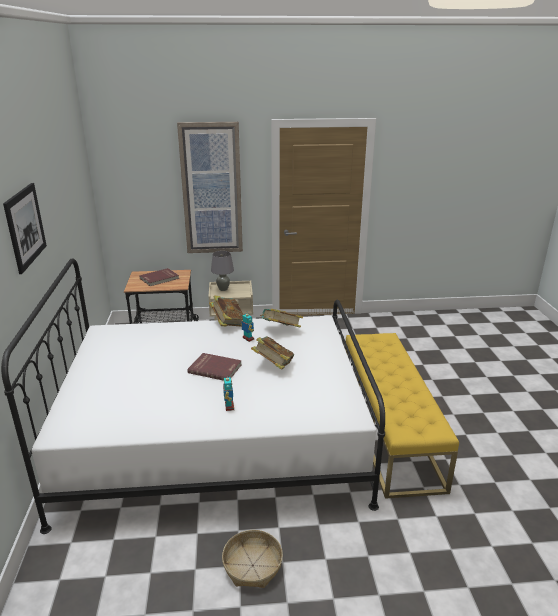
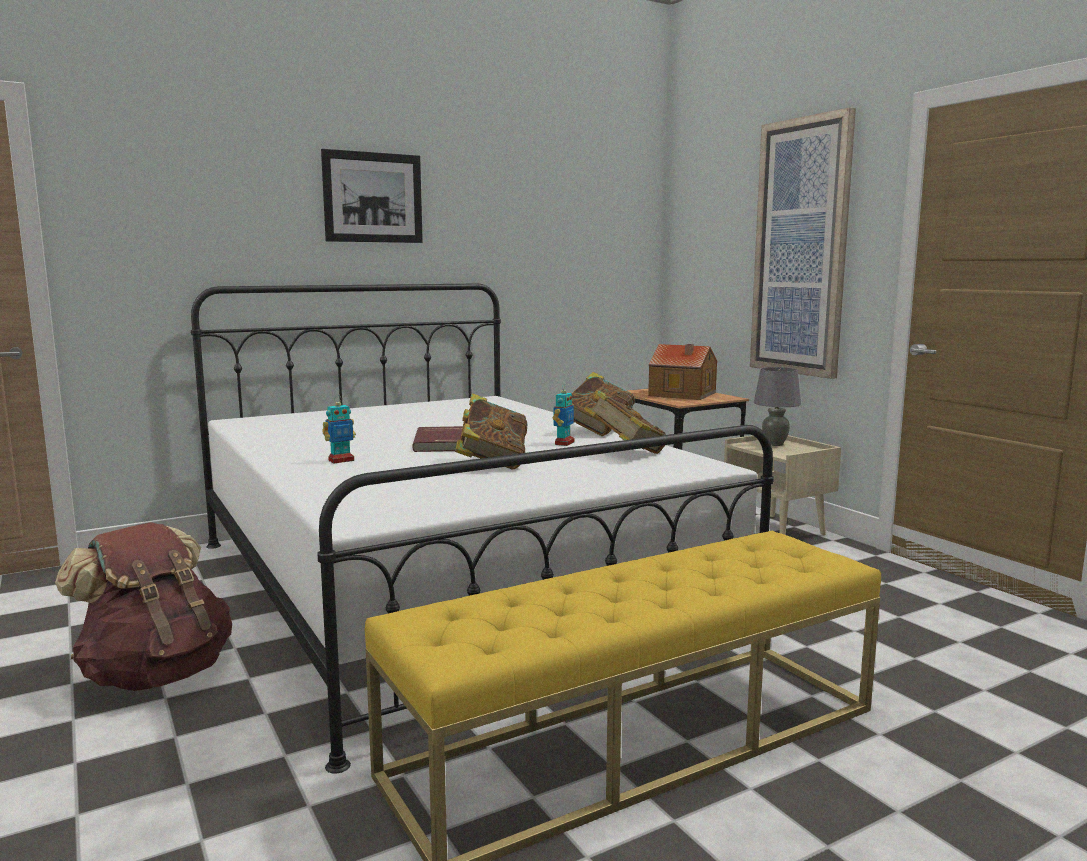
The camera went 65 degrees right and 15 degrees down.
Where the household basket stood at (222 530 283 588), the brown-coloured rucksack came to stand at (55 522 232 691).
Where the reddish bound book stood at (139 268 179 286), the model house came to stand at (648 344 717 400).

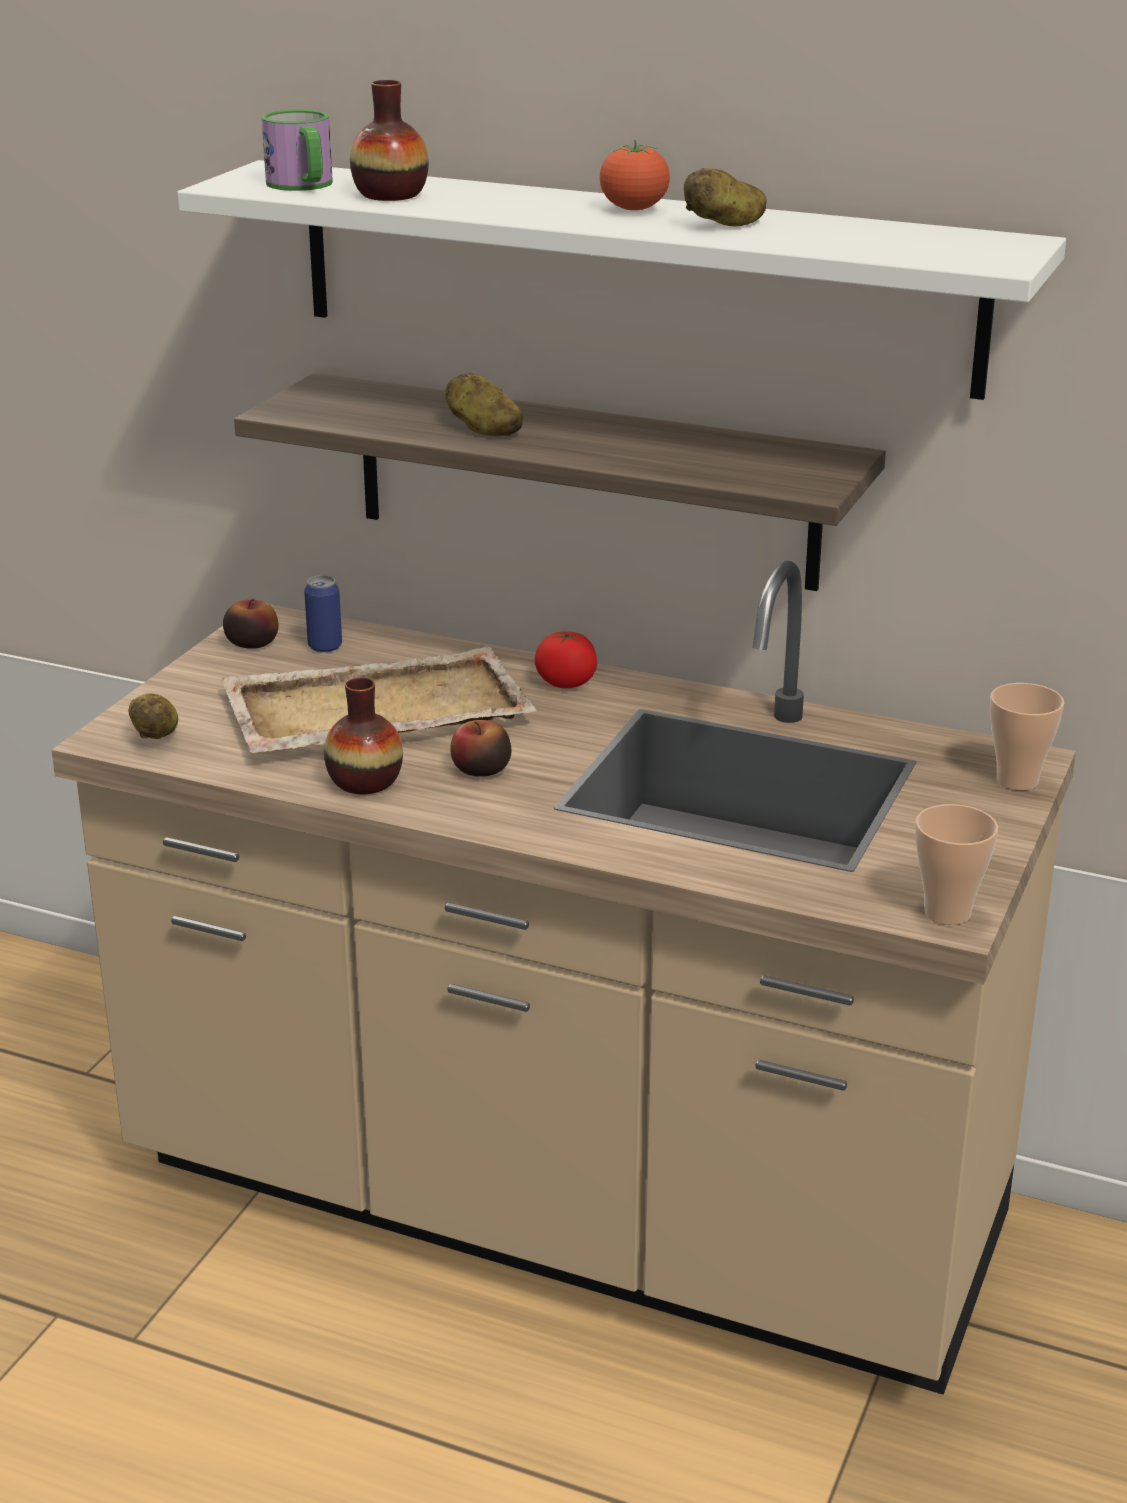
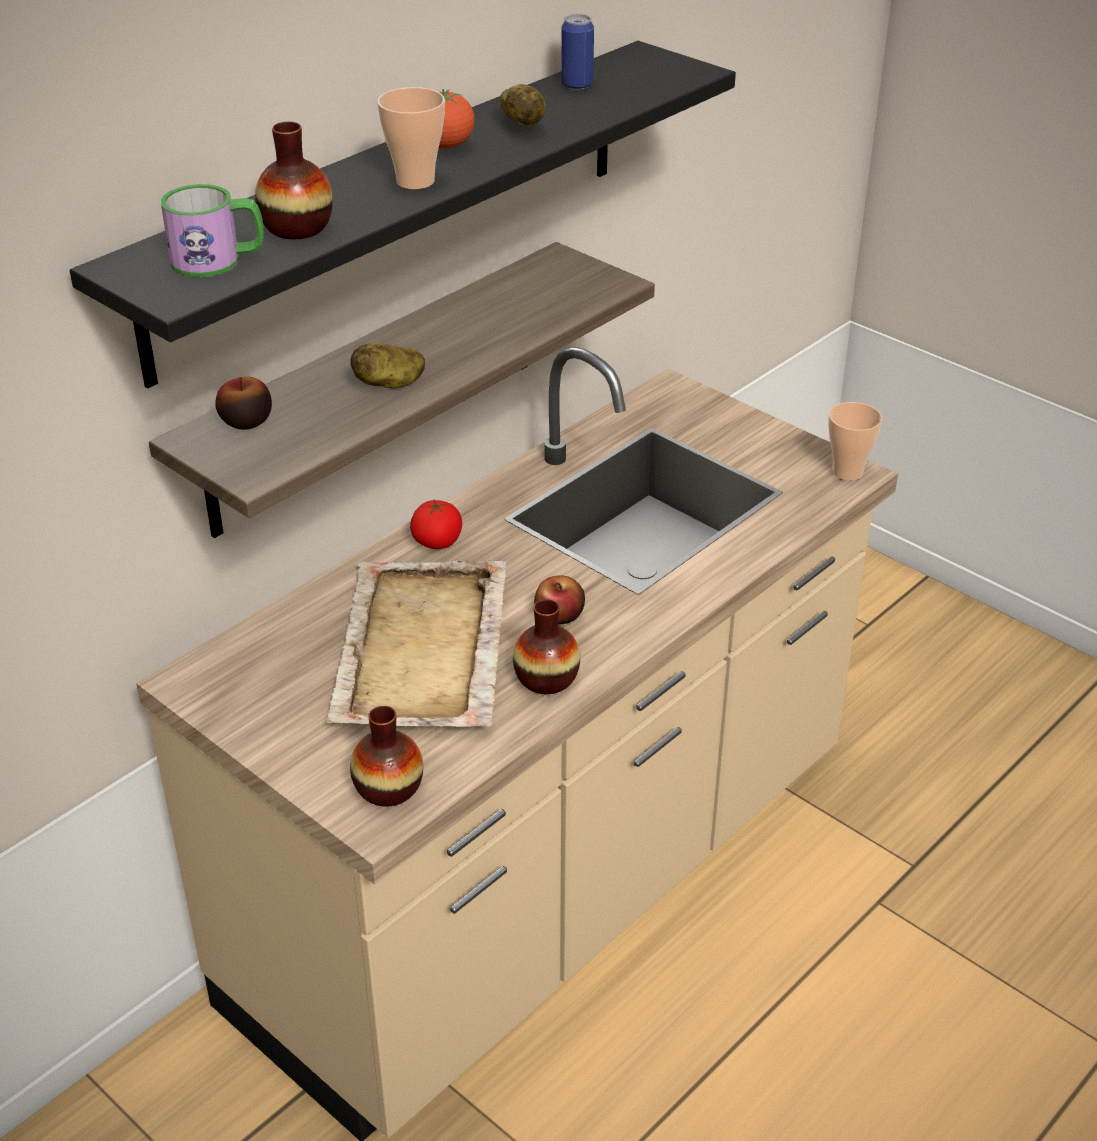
The camera went 70 degrees left and 10 degrees up.
What was the white wall shelf at (177 160 1066 400) turned into the black-coloured wall shelf at (70 41 736 388).
The apple ended up elsewhere, having gone from (223 598 278 649) to (215 376 272 430).
Where the whole potato stood at (129 693 178 739), the decorative vase came to stand at (350 706 423 807).
The cup ended up elsewhere, having gone from (990 683 1064 790) to (377 87 445 190).
The can ended up elsewhere, having gone from (304 575 342 653) to (561 14 594 90).

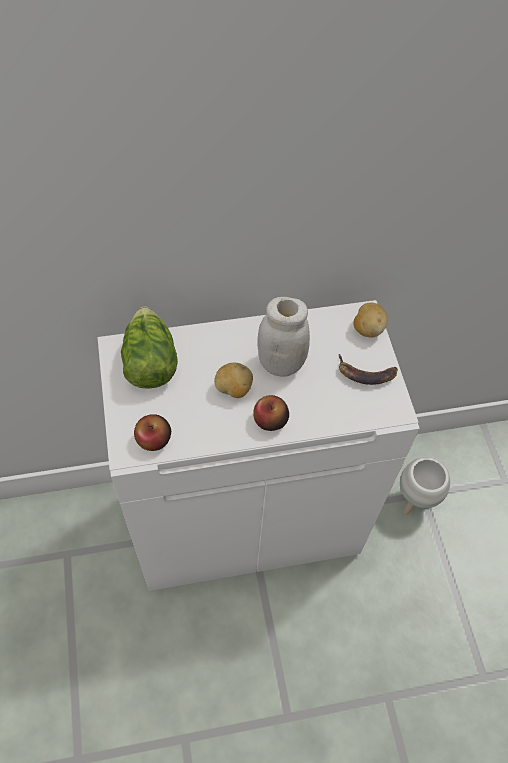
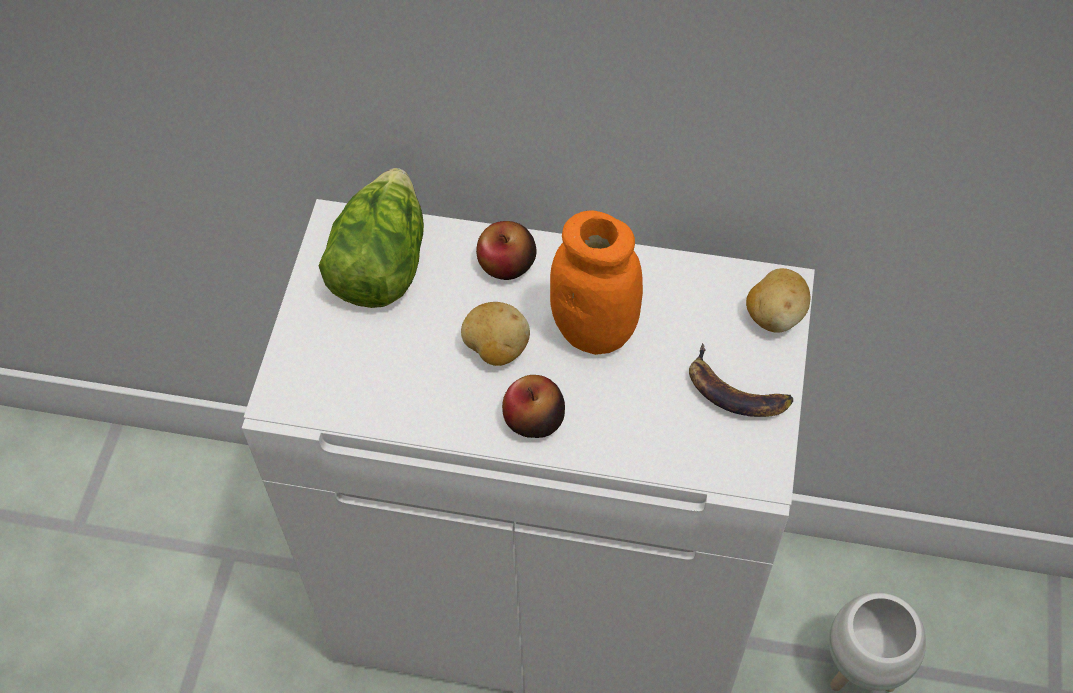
The camera went 25 degrees right and 0 degrees up.
The apple ended up elsewhere, having gone from (134 414 171 451) to (476 221 536 280).
What was the white storage jar at (257 297 310 376) turned into the orange-coloured storage jar at (550 210 643 355).

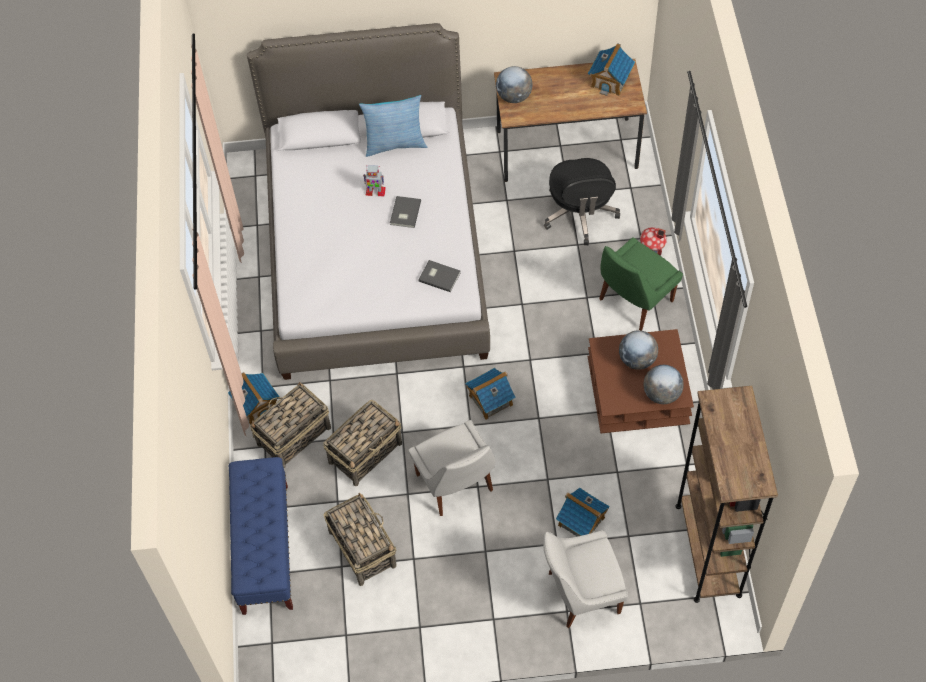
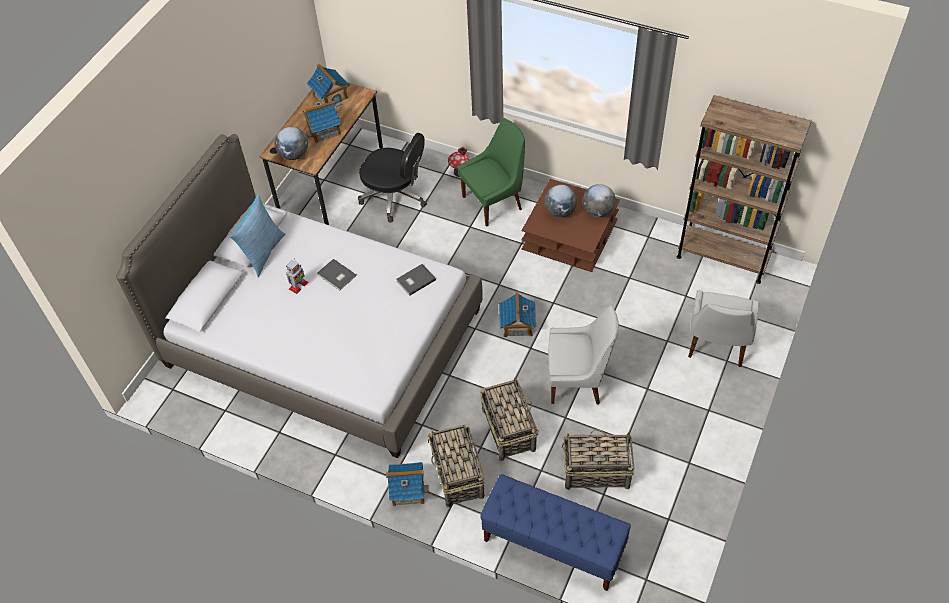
The camera went 60 degrees left and 5 degrees down.
The model house ended up elsewhere, having gone from (556 487 610 537) to (303 101 341 143).
The green chair at (599 237 683 331) ended up facing another way, 105 degrees counterclockwise from before.

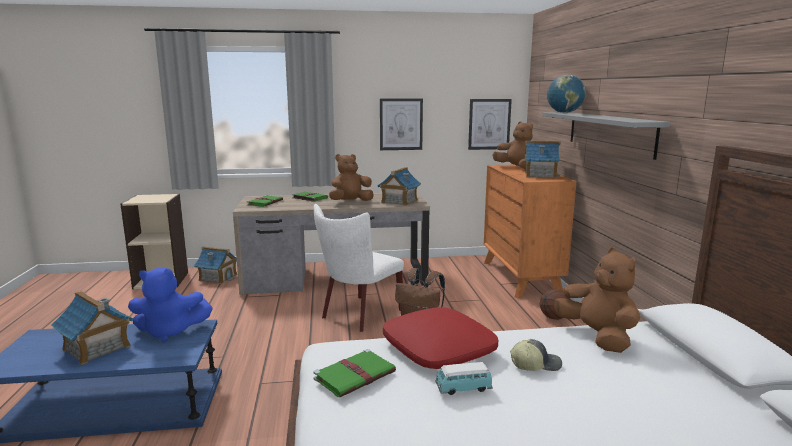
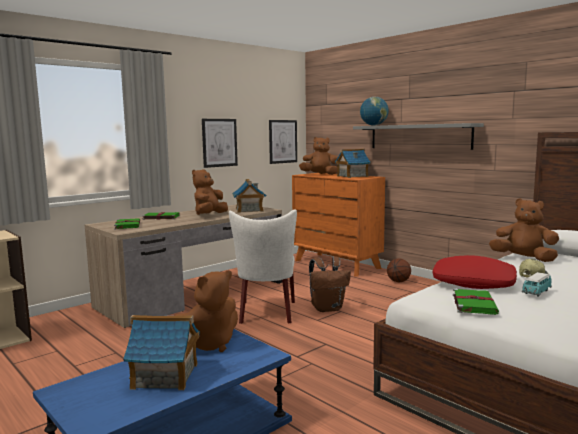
The camera went 35 degrees left and 5 degrees down.
What was the bluish soft toy at (128 267 213 342) turned into the brown-coloured soft toy at (175 270 238 352).
The second view lost the model house at (194 246 237 284).

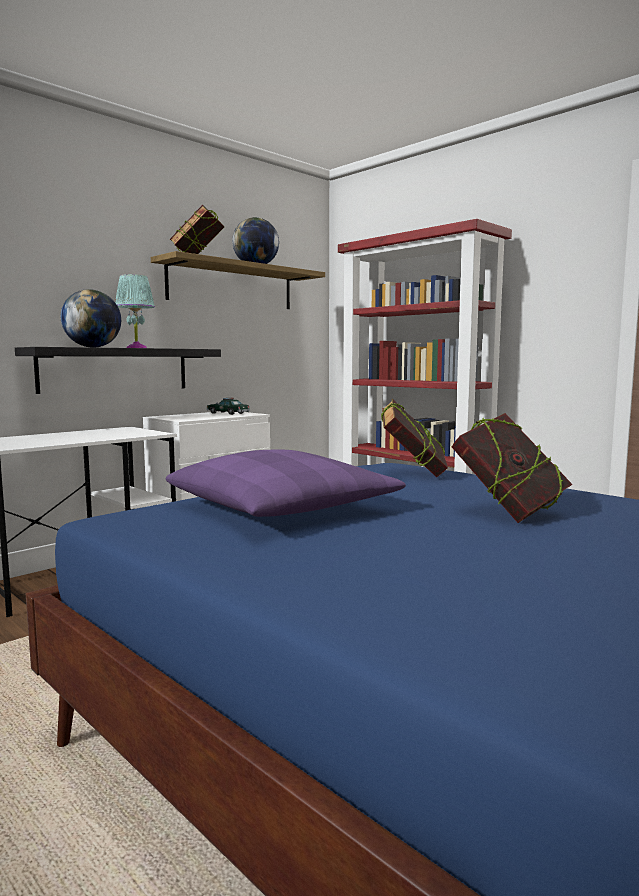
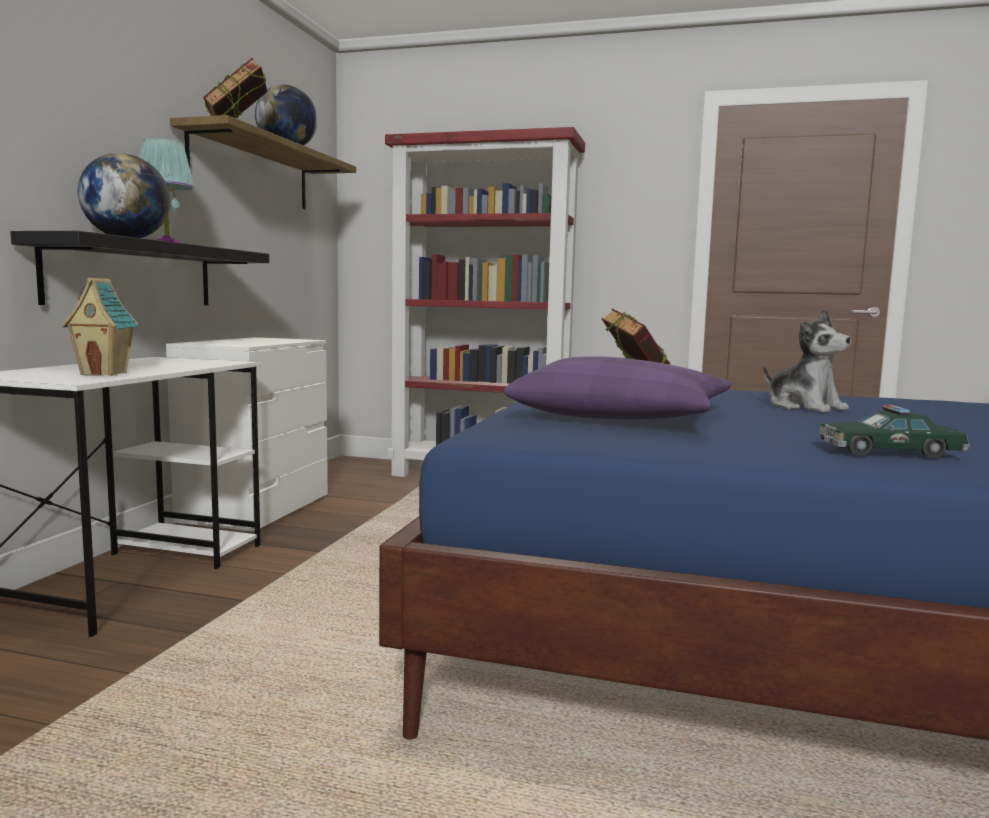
The camera went 30 degrees left and 0 degrees up.
The second view gained the model house at (62 278 139 376).
Where the bound book stood at (452 413 573 523), the soft toy came to stand at (763 309 851 412).
The model car ended up elsewhere, having gone from (206 397 250 415) to (818 404 970 459).

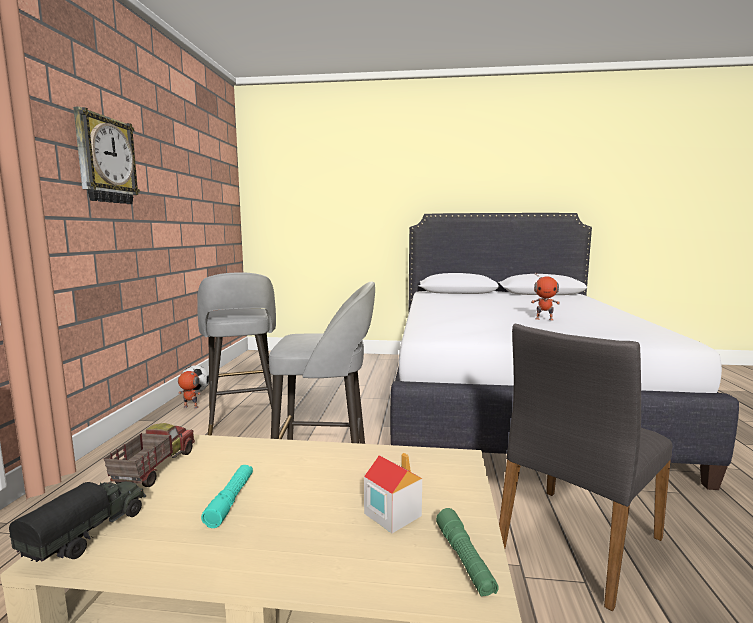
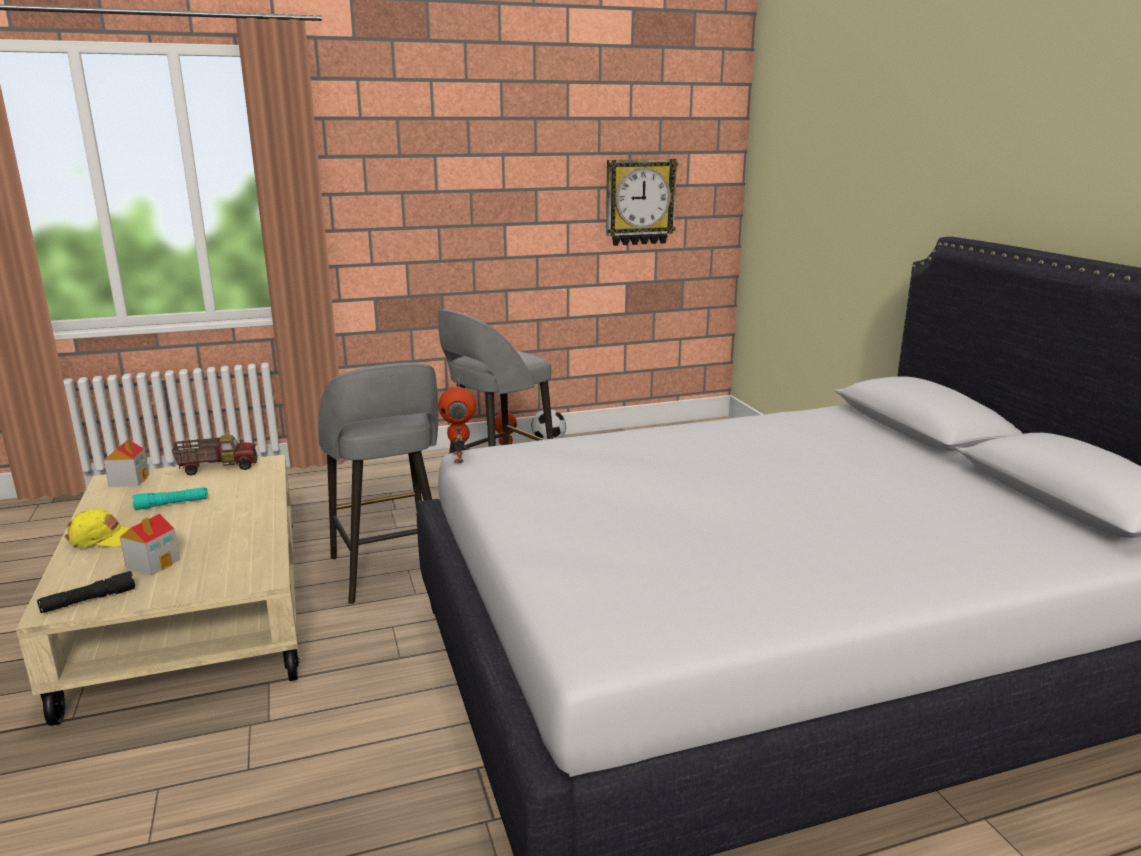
The camera went 65 degrees right and 10 degrees up.
What was the green torch at (436 508 499 597) turned into the black-coloured torch at (37 571 135 613).
The second view gained the yellowish peaked cap at (64 509 131 548).
Where the model truck stood at (9 481 146 562), the model house came to stand at (104 439 149 487).
The robot figure ended up elsewhere, having gone from (531 274 560 320) to (438 377 476 463).
The hanging clock ended up elsewhere, having gone from (73 107 140 204) to (606 159 678 246).
The second view lost the gray chair at (499 324 672 612).

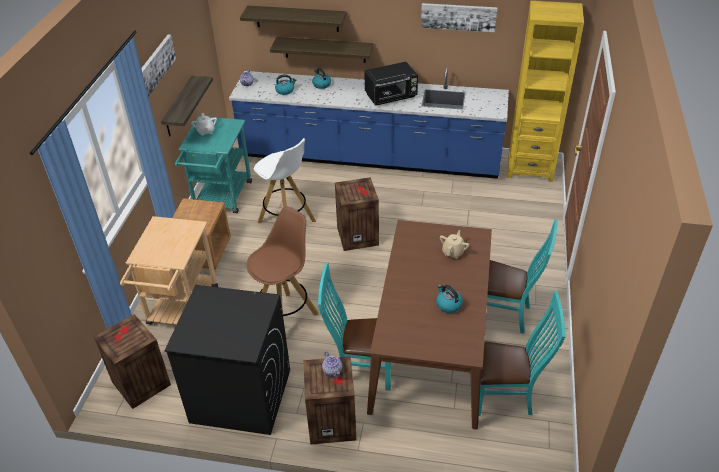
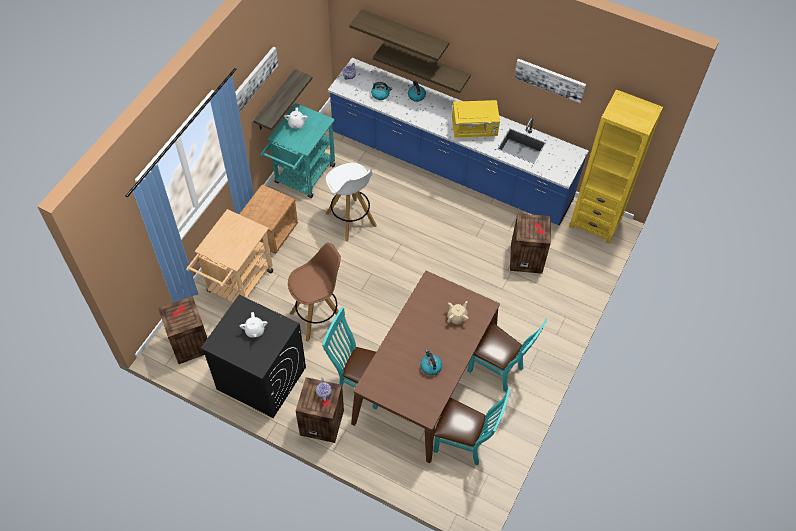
The camera went 15 degrees right and 15 degrees up.
The second view gained the white teapot at (240 312 267 338).
What was the black-coloured kitchen microwave at (364 62 418 106) turned into the yellowish kitchen microwave at (452 100 500 138).
The shipping crate ended up elsewhere, having gone from (335 177 379 251) to (510 213 551 274).

